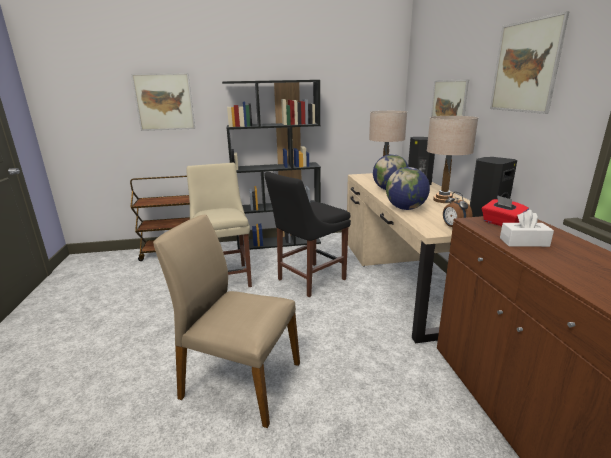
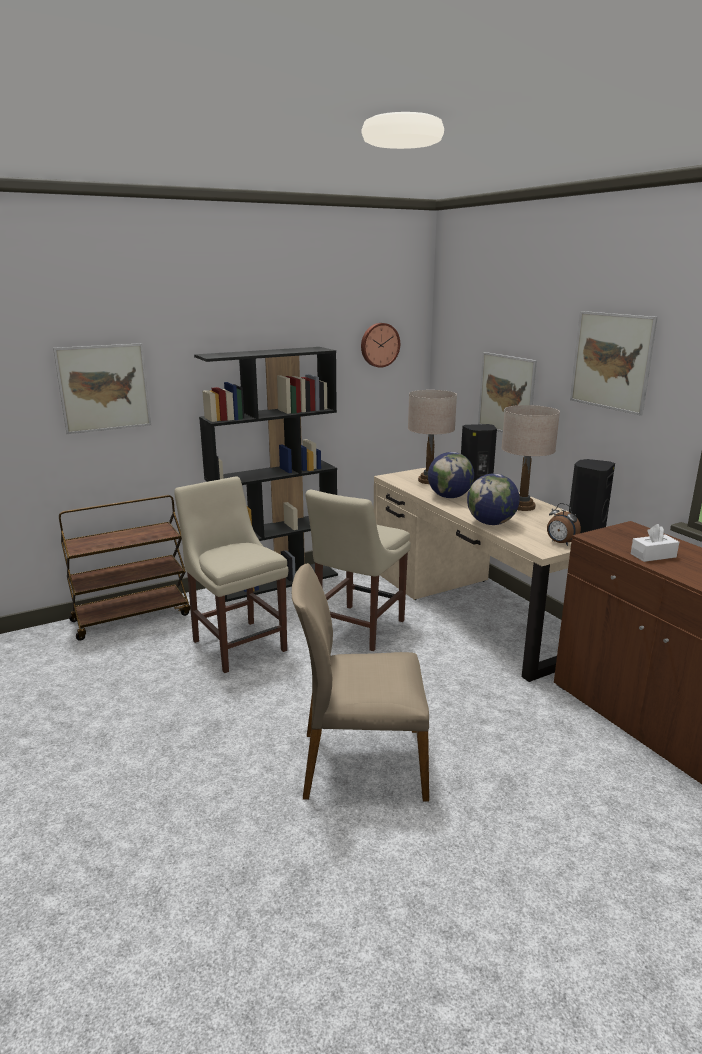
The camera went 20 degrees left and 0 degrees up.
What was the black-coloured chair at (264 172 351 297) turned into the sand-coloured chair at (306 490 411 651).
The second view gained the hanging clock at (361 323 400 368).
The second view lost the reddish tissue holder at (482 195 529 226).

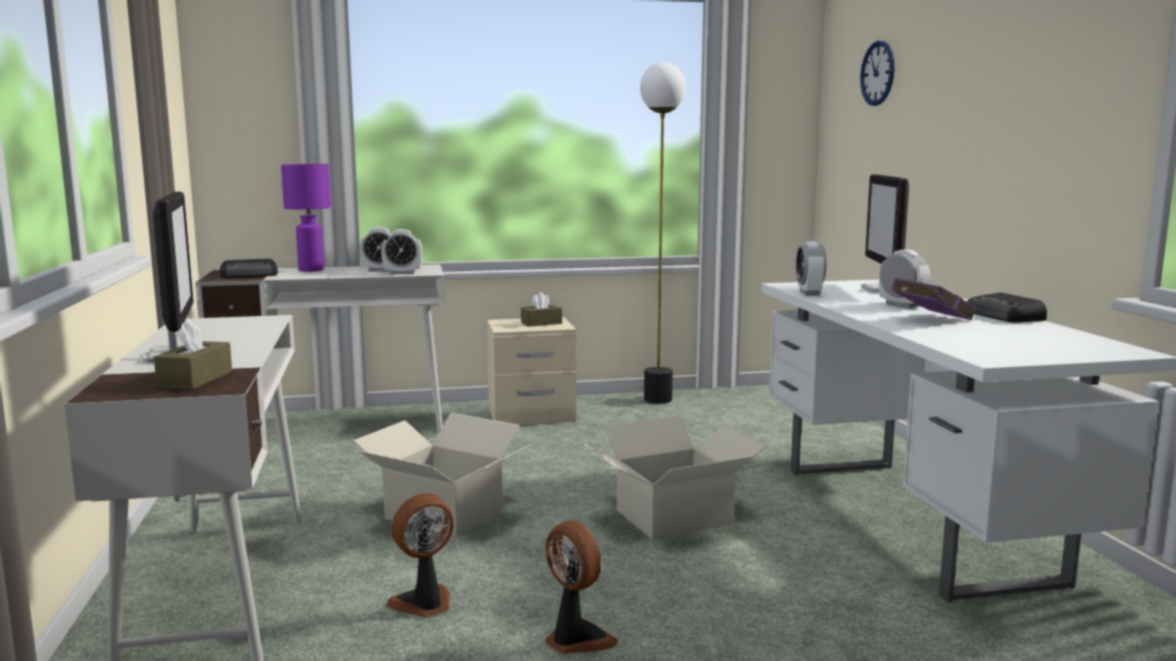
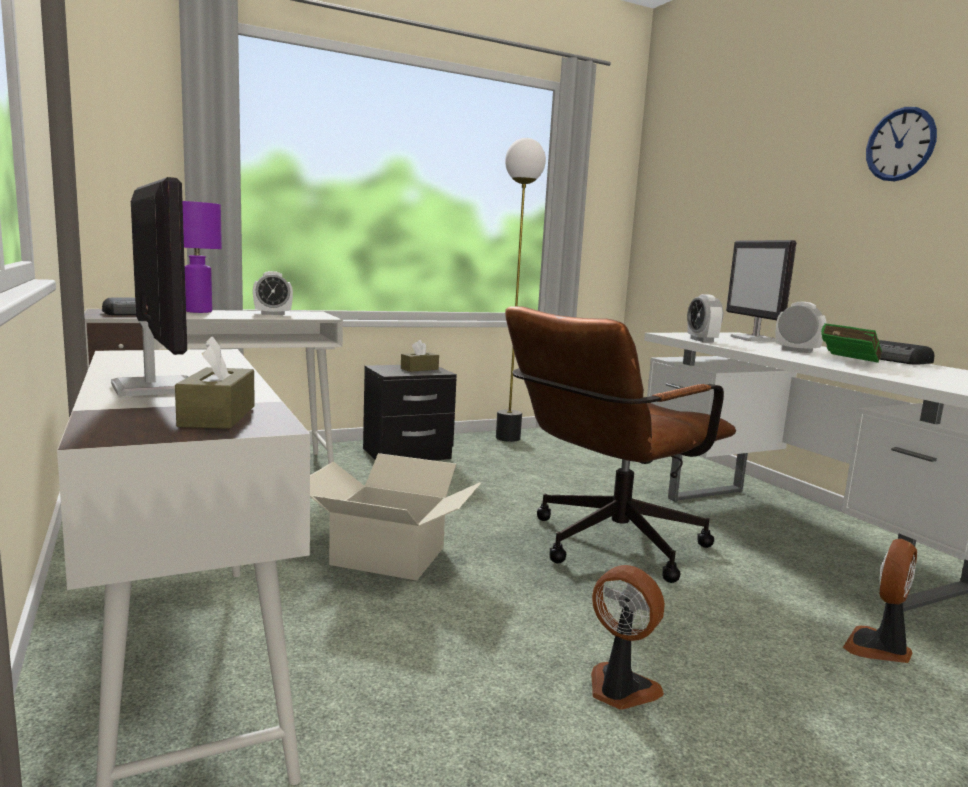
The camera went 15 degrees left and 0 degrees up.
What was the sand-coloured nightstand at (487 317 577 425) turned into the black-coloured nightstand at (363 365 457 461).
Where the carton stood at (584 415 767 540), the brown-coloured desk chair came to stand at (505 306 736 583).
What was the purplish bound book at (891 278 977 320) turned into the green bound book at (821 323 882 363).
The electric fan ended up elsewhere, having gone from (386 493 454 617) to (843 539 917 663).
The hanging clock ended up elsewhere, having gone from (860 41 894 106) to (866 107 937 182).
The second view lost the table clock at (381 229 422 275).

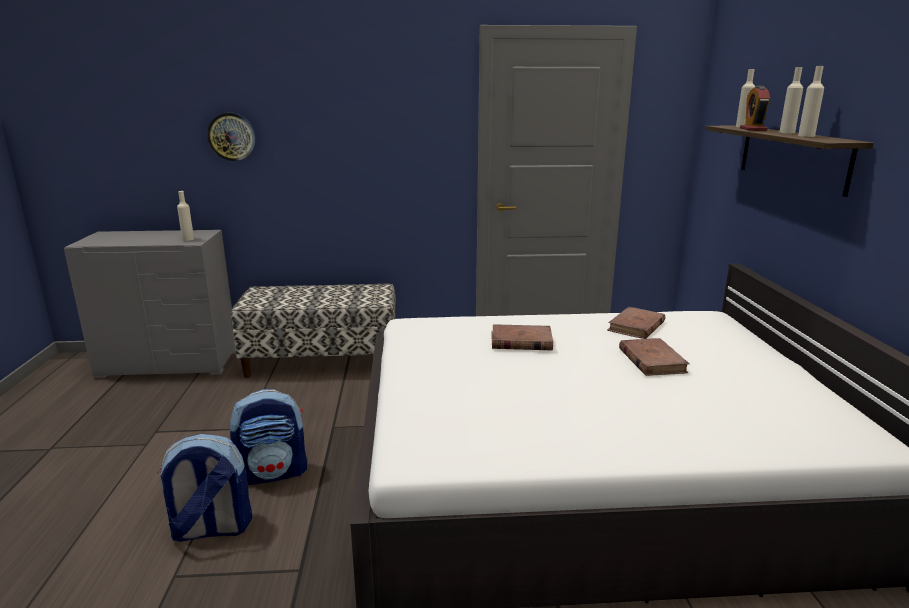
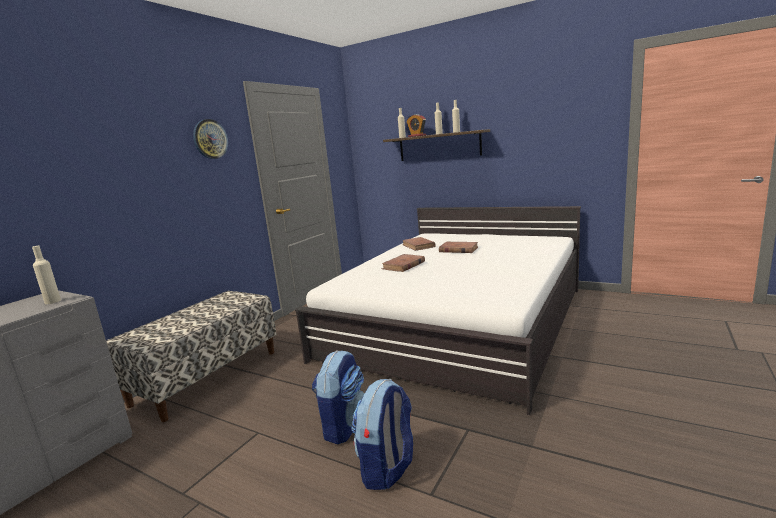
The camera went 55 degrees left and 5 degrees down.
The hanging clock ended up elsewhere, having gone from (207 113 256 162) to (193 119 228 159).

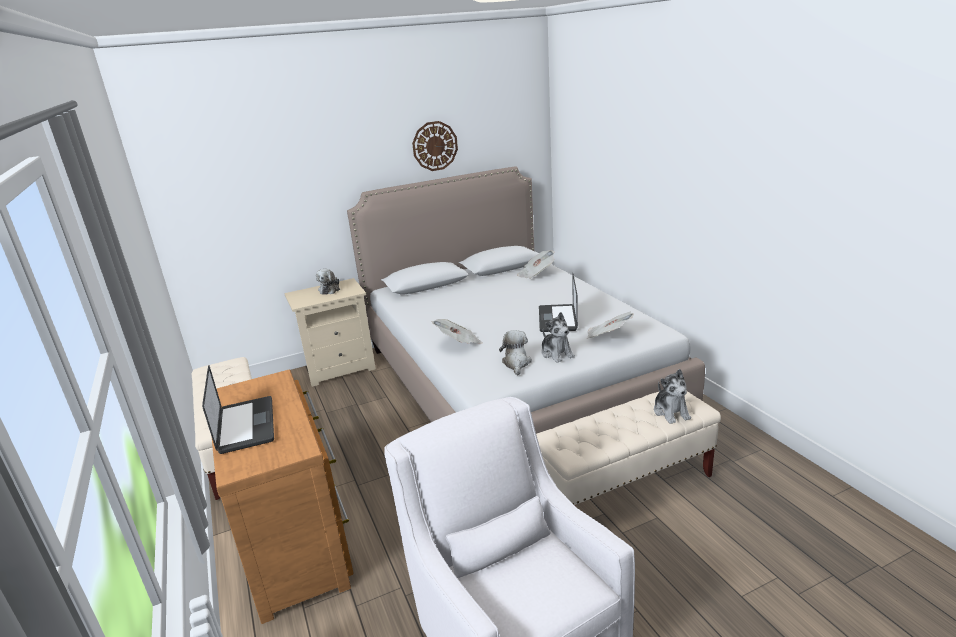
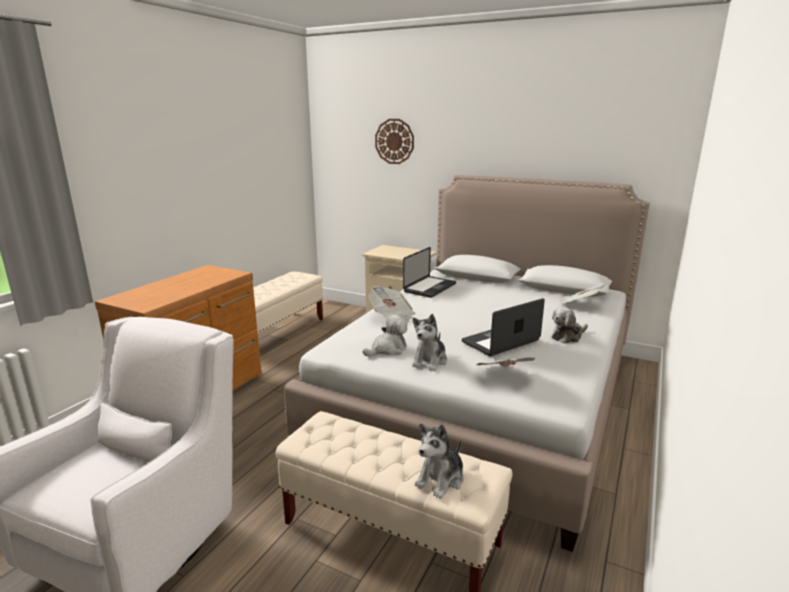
The camera went 50 degrees right and 5 degrees down.
The hanging clock ended up elsewhere, having gone from (412 121 458 171) to (375 119 414 164).
The notebook computer ended up elsewhere, having gone from (202 365 274 454) to (403 247 456 298).
The soft toy ended up elsewhere, having gone from (316 269 340 295) to (551 307 588 343).

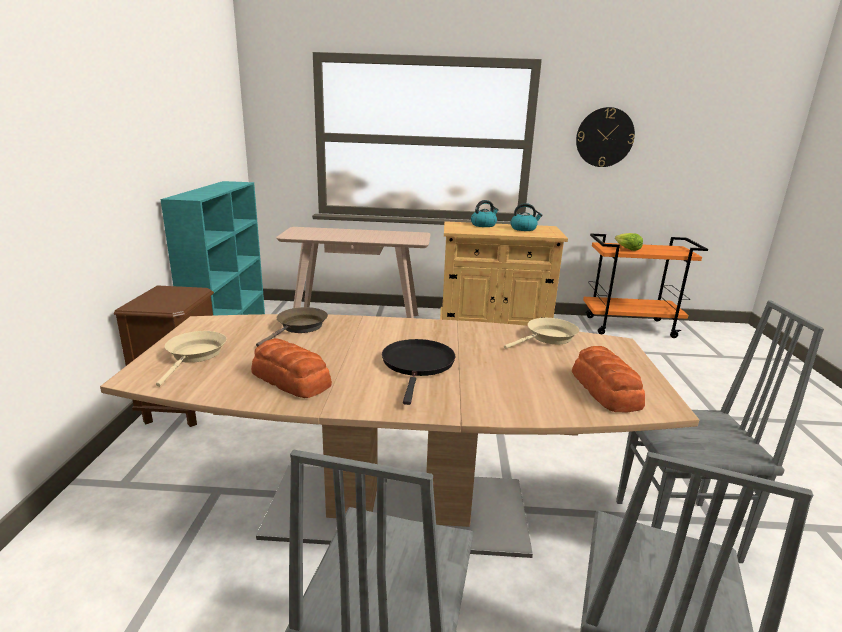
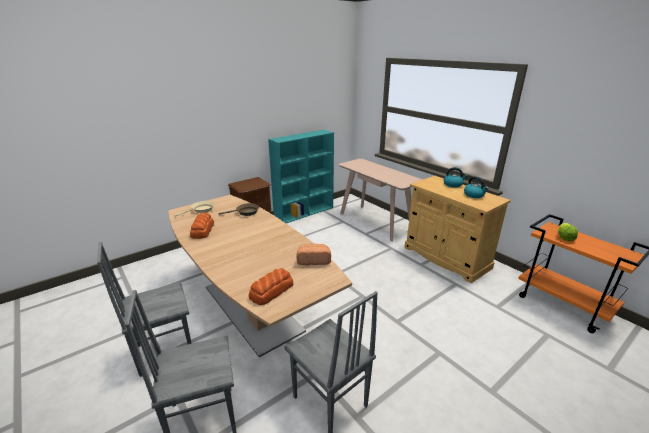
The camera went 50 degrees right and 5 degrees up.
Where the sand-coloured frying pan stood at (504 318 579 349), the bread came to stand at (296 244 331 265).
The second view lost the black-coloured frying pan at (382 339 455 405).
The second view lost the hanging clock at (576 107 635 167).

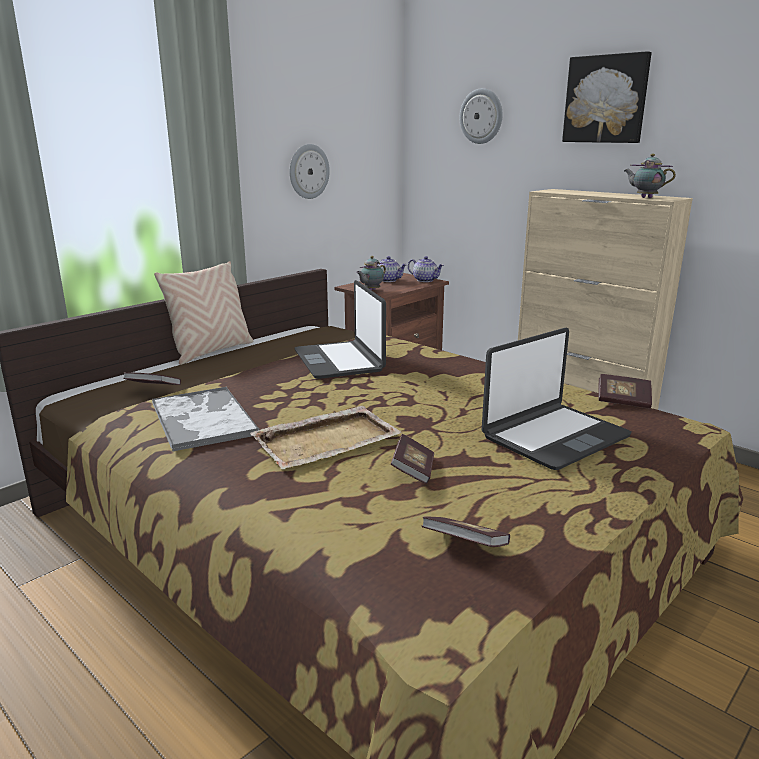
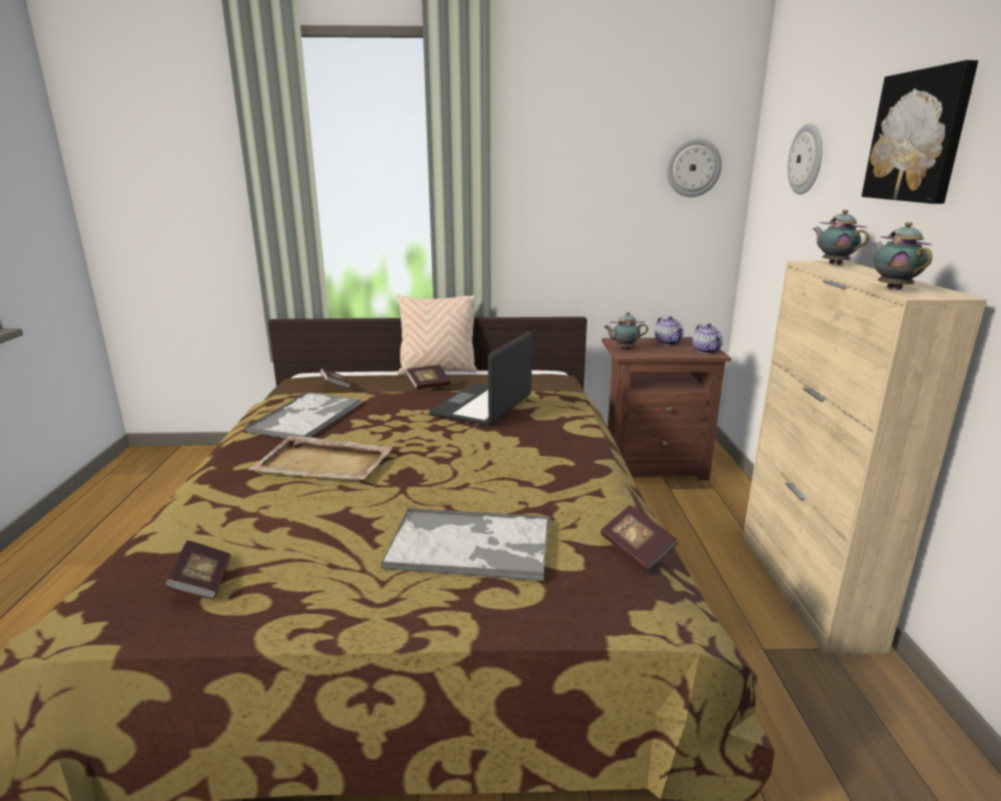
The camera went 45 degrees right and 0 degrees up.
Where the notebook computer stood at (482 328 632 470), the serving tray came to stand at (380 508 550 581).
The bound book ended up elsewhere, having gone from (391 434 434 484) to (406 365 450 389).
The hanging clock ended up elsewhere, having gone from (290 144 330 199) to (667 138 722 197).
The second view gained the teapot at (813 210 869 265).

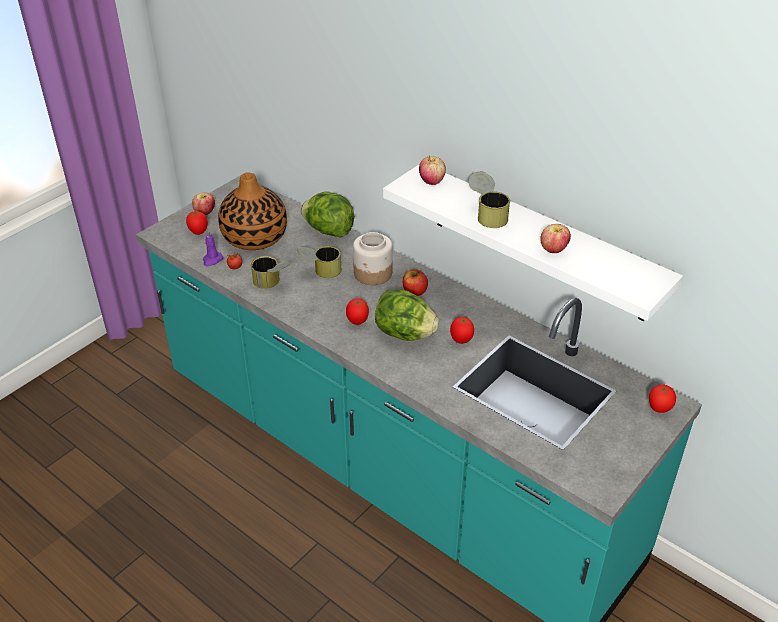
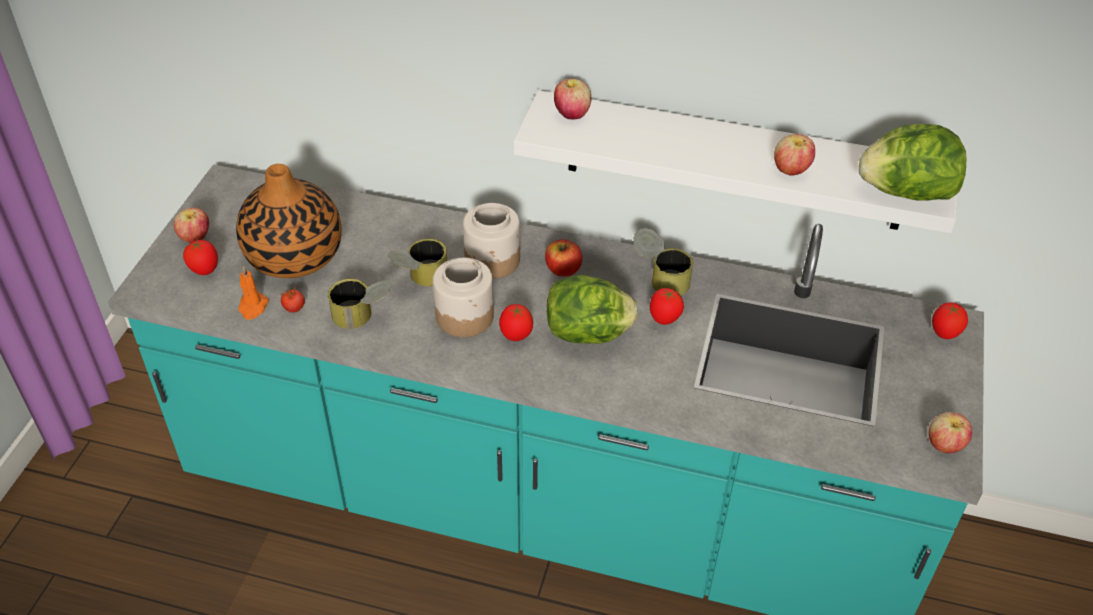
The camera went 25 degrees left and 5 degrees up.
What was the purplish wax light at (203 230 223 266) turned into the orange-coloured wax light at (238 266 269 320).
The second view gained the storage jar at (433 258 494 337).
The can ended up elsewhere, having gone from (469 171 510 228) to (633 228 693 295).
The head of lettuce ended up elsewhere, having gone from (301 191 354 237) to (859 124 966 201).
The second view gained the apple at (929 412 972 453).

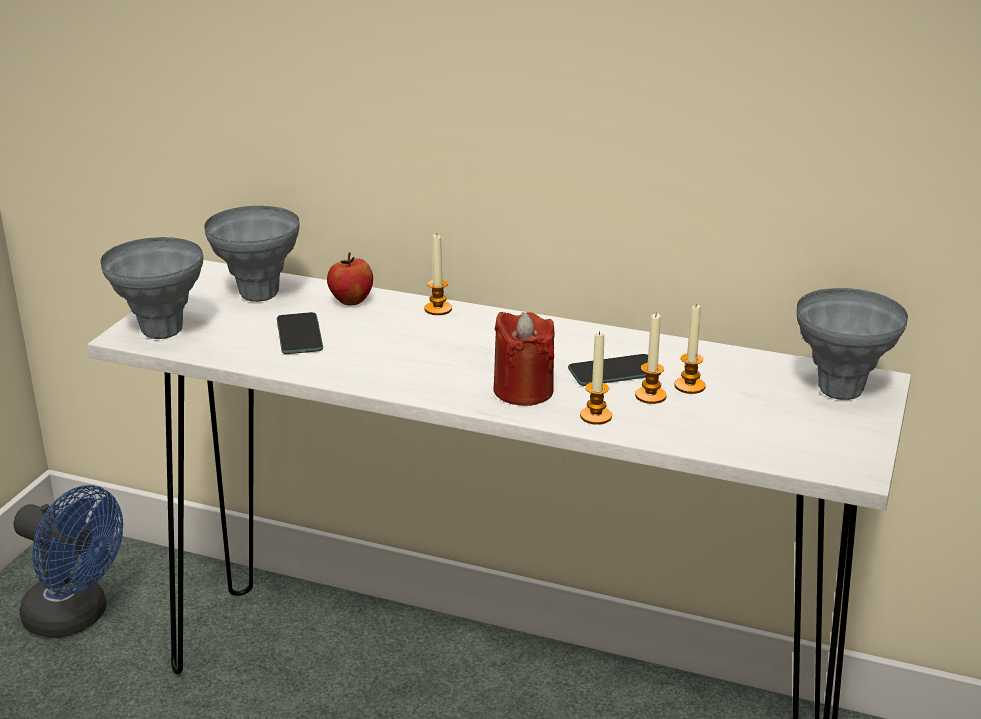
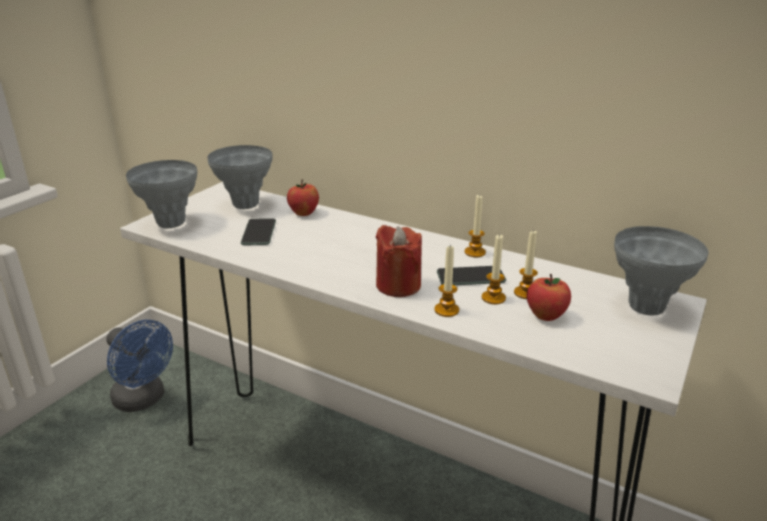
The camera went 10 degrees right and 0 degrees up.
The wax light ended up elsewhere, having gone from (424 234 452 315) to (465 194 486 257).
The second view gained the apple at (527 274 571 321).

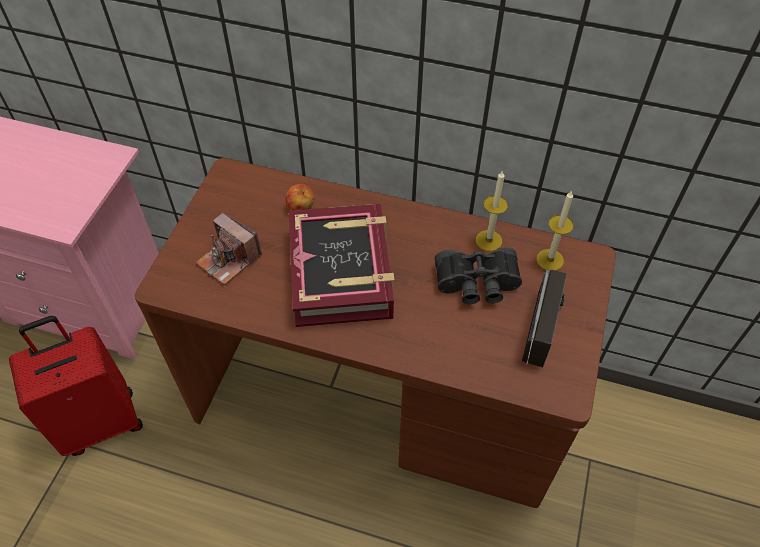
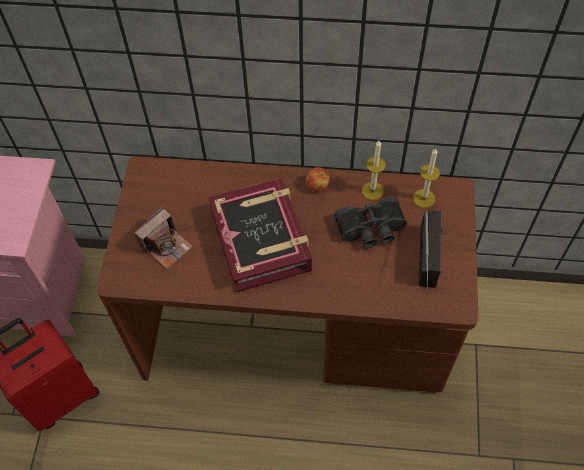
The camera went 10 degrees left and 5 degrees up.
The photo camera at (196 213 262 285) ended up facing another way, 75 degrees counterclockwise from before.
The apple ended up elsewhere, having gone from (286 184 314 211) to (306 167 329 192).

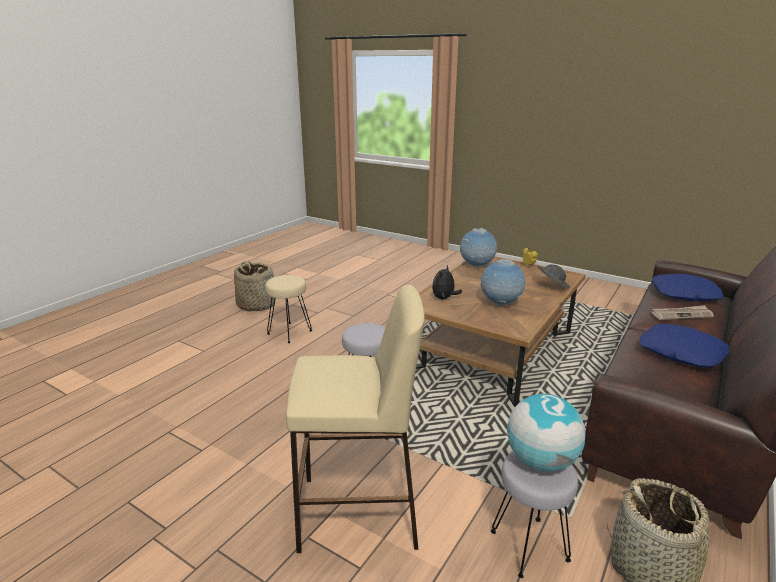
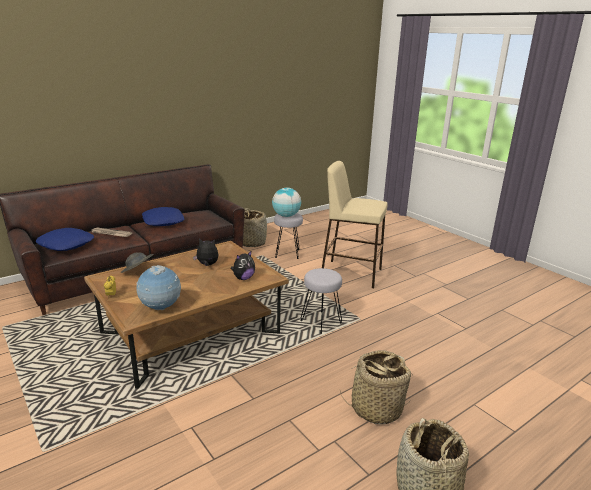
The camera went 160 degrees left and 0 degrees up.
Where the desk globe stood at (480 259 525 306), the soft toy came to stand at (193 238 218 266).
Where the sand-coloured stool stood at (265 275 312 343), the household basket came to stand at (340 350 413 424).

